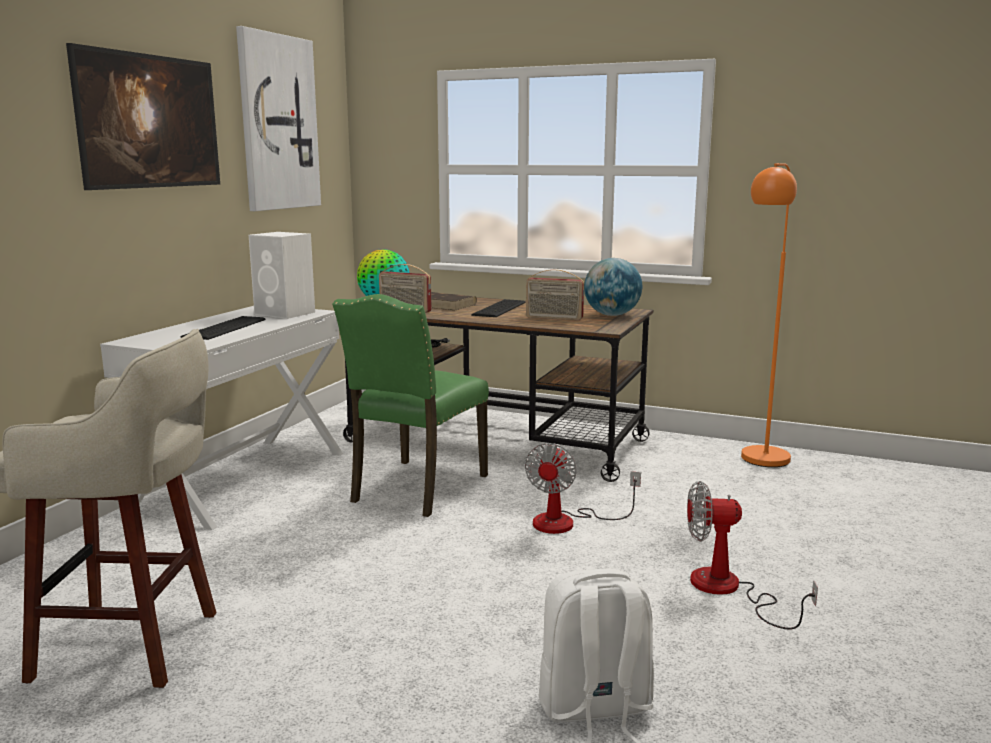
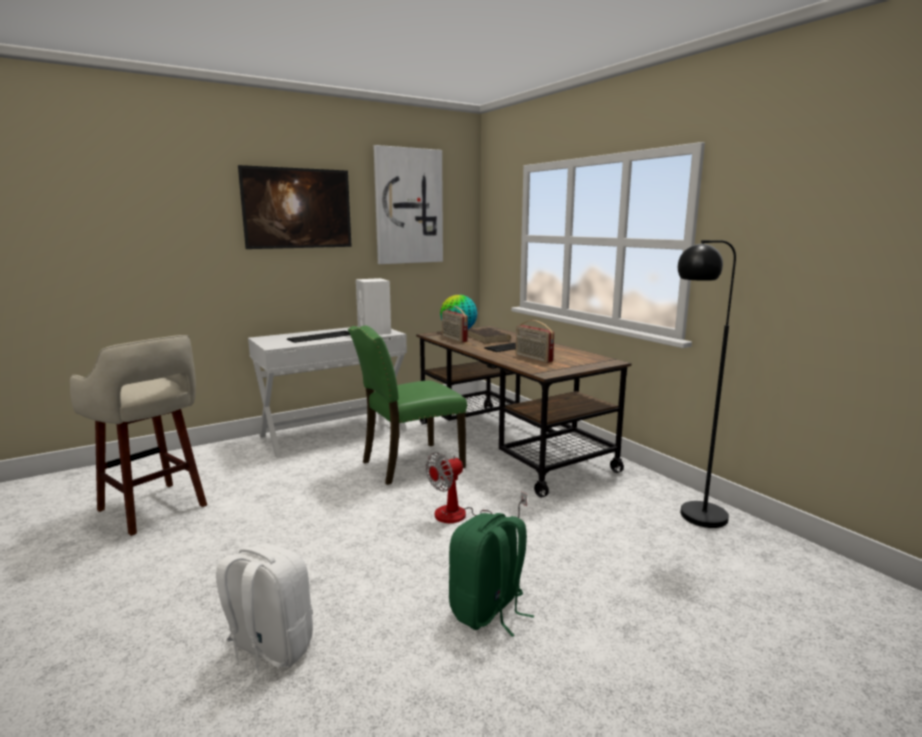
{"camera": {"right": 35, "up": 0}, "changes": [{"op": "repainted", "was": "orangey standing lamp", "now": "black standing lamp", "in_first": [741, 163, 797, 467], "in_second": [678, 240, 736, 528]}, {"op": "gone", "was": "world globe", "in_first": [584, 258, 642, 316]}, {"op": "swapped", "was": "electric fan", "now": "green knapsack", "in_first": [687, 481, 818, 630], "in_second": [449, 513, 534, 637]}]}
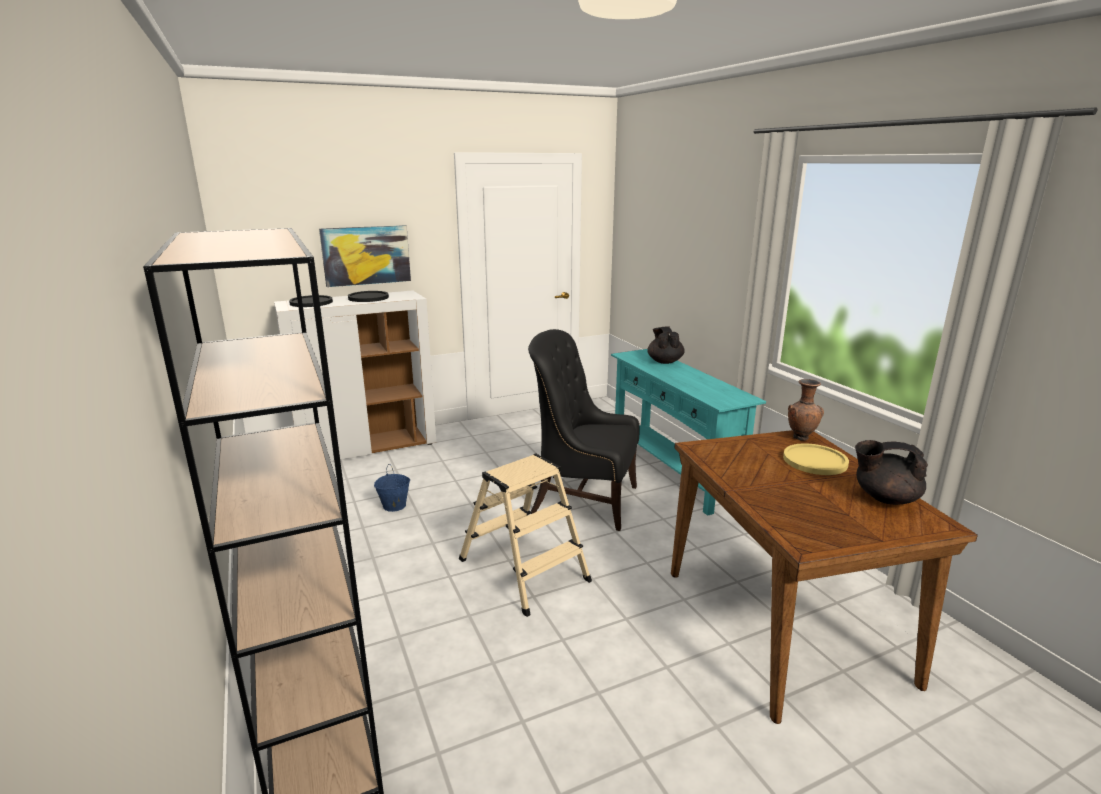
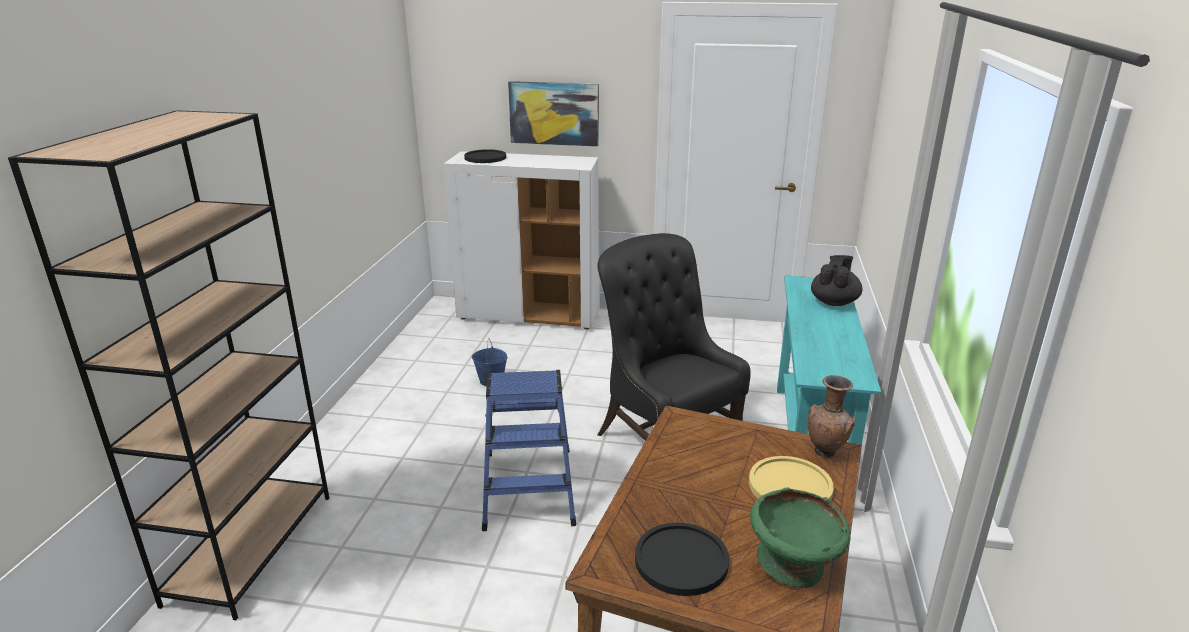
{"camera": {"right": 35, "up": 5}, "changes": [{"op": "shifted", "was": "black flat dish", "in_first": [348, 291, 389, 302], "in_second": [635, 523, 729, 596]}, {"op": "swapped", "was": "black pot for tea", "now": "green bowl", "in_first": [855, 440, 928, 505], "in_second": [750, 488, 850, 588]}, {"op": "repainted", "was": "sand-coloured stepladder", "now": "bluish stepladder", "in_first": [459, 453, 592, 617], "in_second": [482, 370, 576, 531]}]}
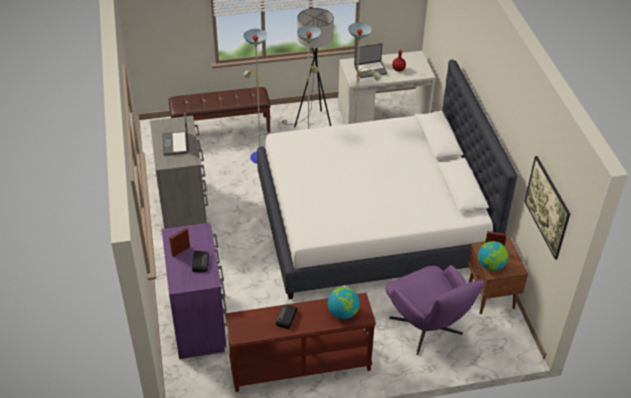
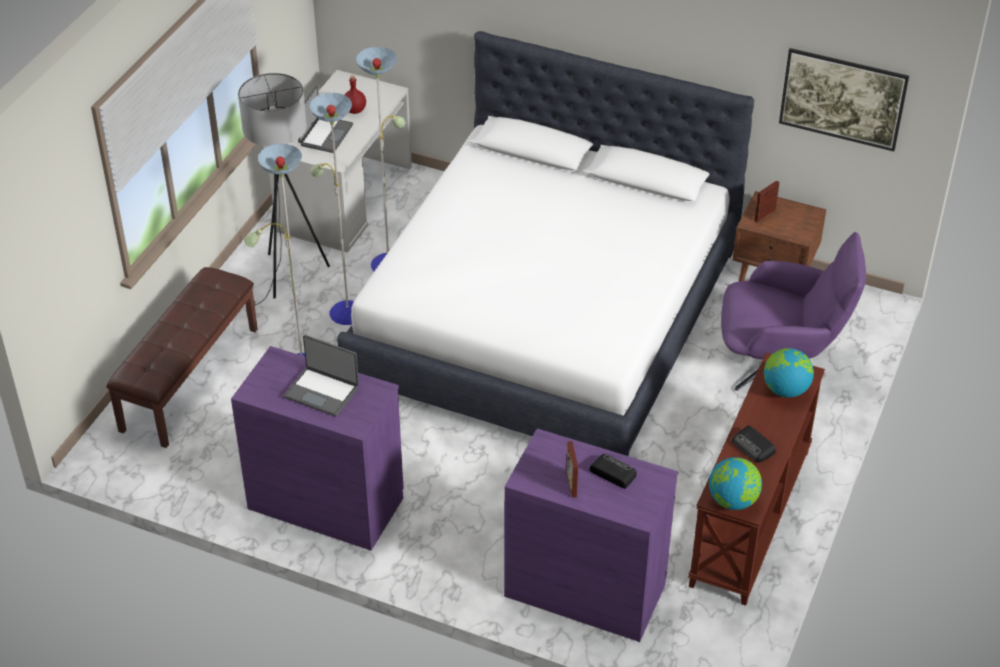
{"camera": {"right": -55, "up": 0}, "changes": [{"op": "repainted", "was": "grey dresser", "now": "purple-coloured dresser", "in_first": [150, 115, 208, 229], "in_second": [231, 346, 404, 551]}, {"op": "shifted", "was": "world globe", "in_first": [478, 241, 508, 271], "in_second": [709, 457, 762, 510]}]}
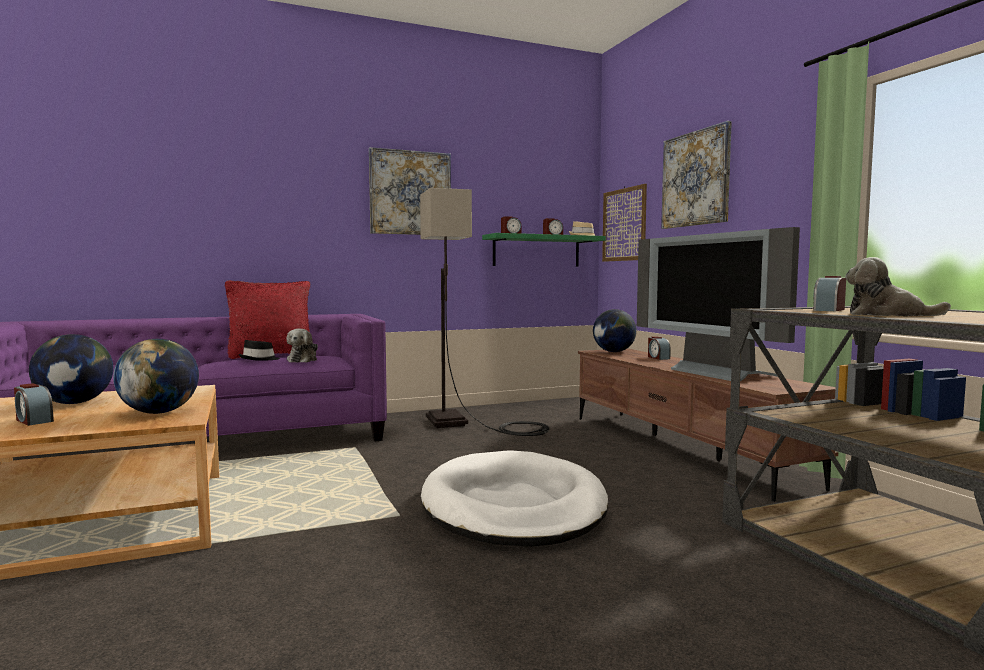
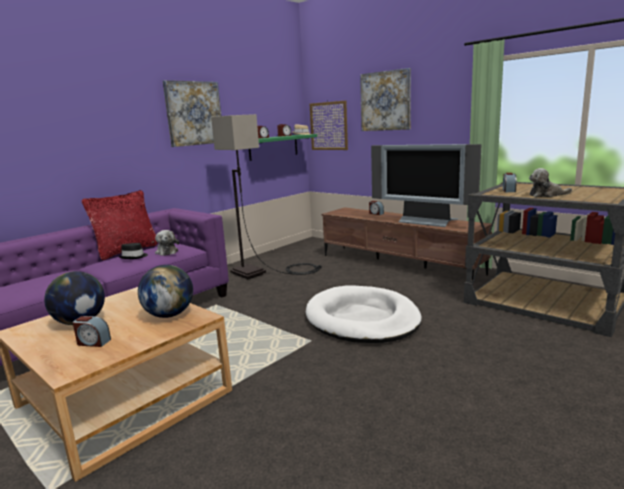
{"camera": {"right": -25, "up": 10}, "changes": [{"op": "gone", "was": "world globe", "in_first": [593, 309, 637, 352]}]}
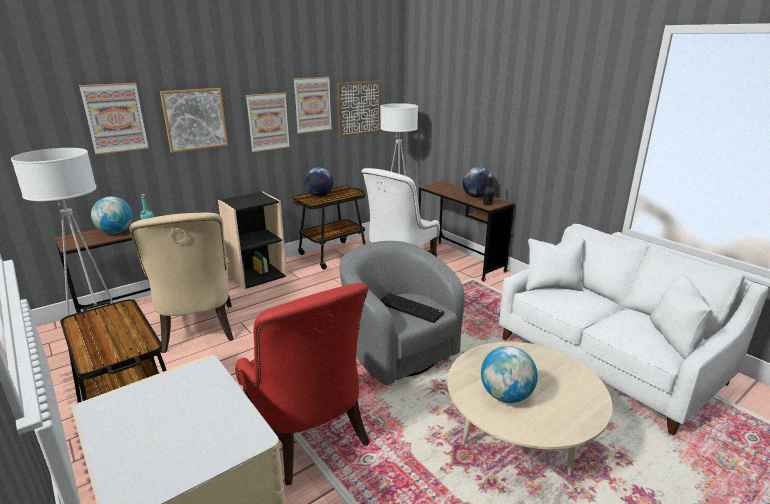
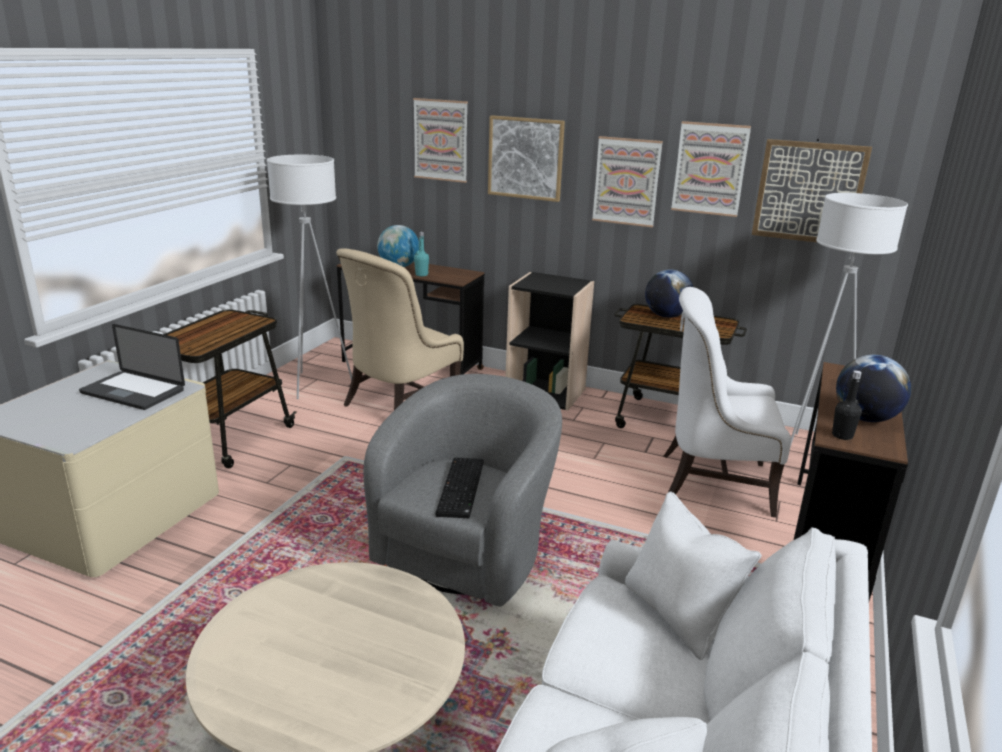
{"camera": {"right": 60, "up": 0}, "changes": [{"op": "gone", "was": "red-coloured upright chair", "in_first": [235, 283, 370, 485]}, {"op": "gone", "was": "world globe", "in_first": [481, 346, 538, 403]}, {"op": "new", "now": "notebook computer", "in_second": [79, 324, 185, 410]}]}
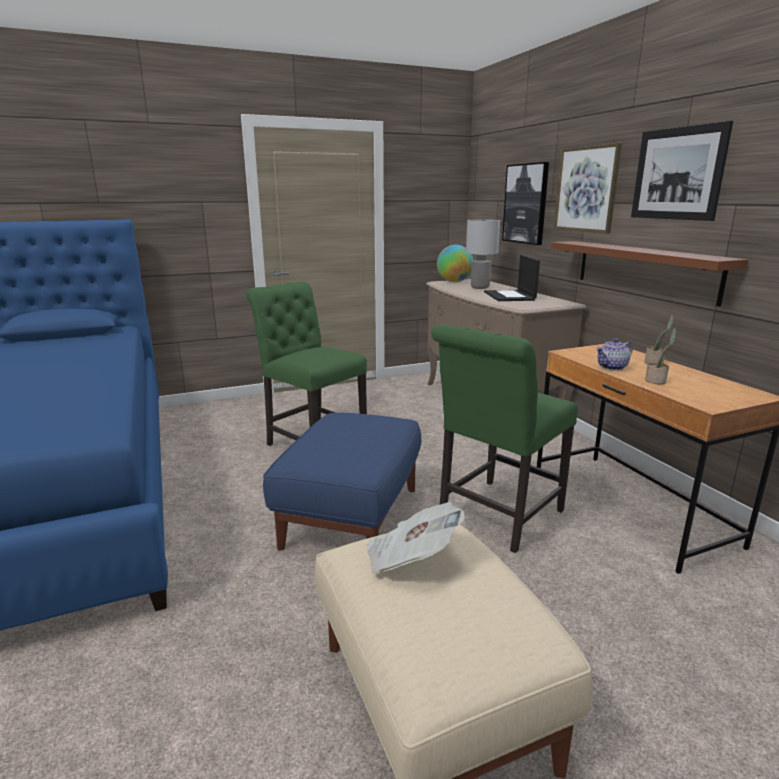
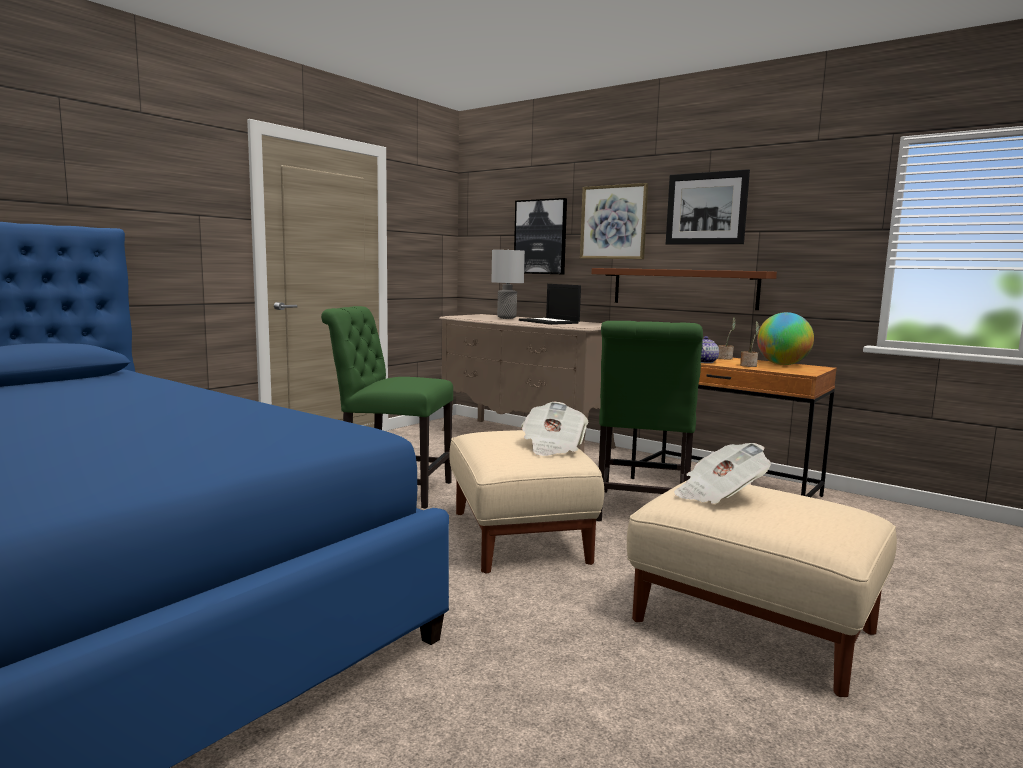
{"camera": {"right": -30, "up": -10}, "changes": [{"op": "shifted", "was": "world globe", "in_first": [437, 245, 474, 282], "in_second": [757, 312, 814, 365]}, {"op": "repainted", "was": "bluish footrest", "now": "sand-coloured footrest", "in_first": [263, 413, 421, 551], "in_second": [449, 430, 604, 574]}, {"op": "new", "now": "newspaper", "in_second": [521, 402, 588, 456]}]}
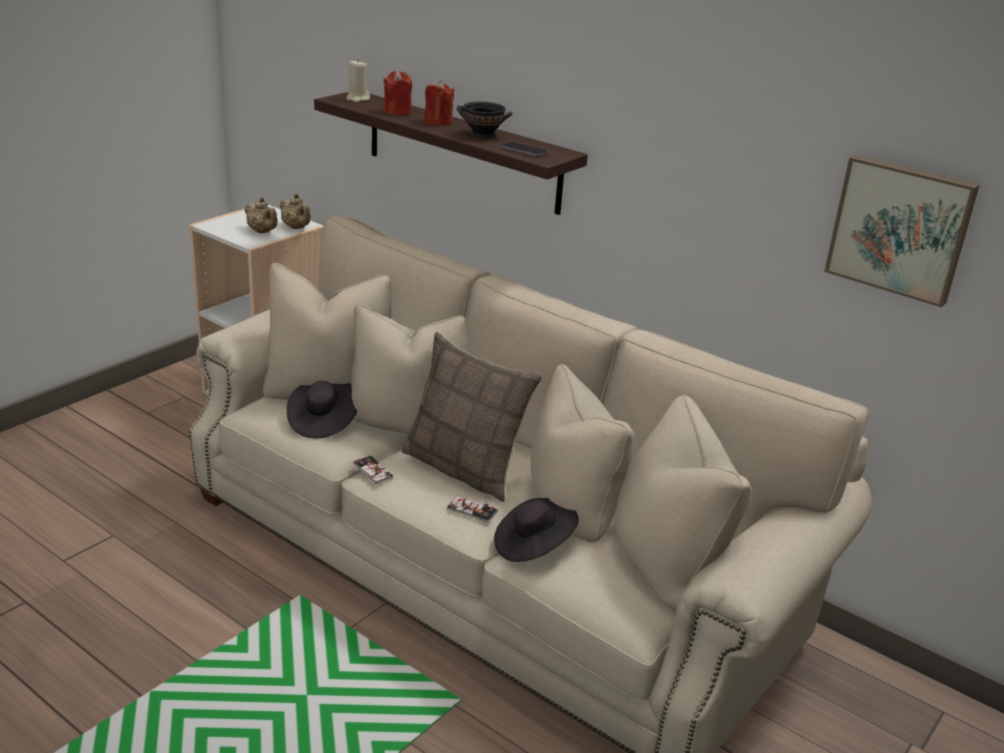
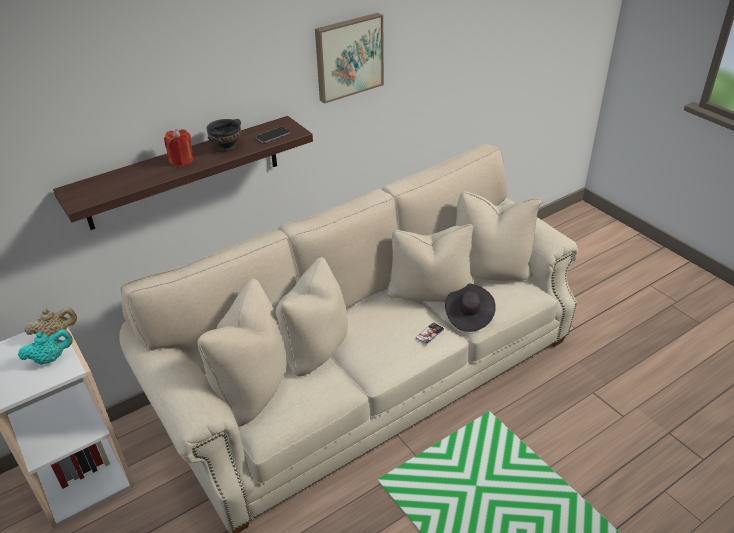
{"camera": {"right": -70, "up": 10}, "changes": [{"op": "gone", "was": "sand-coloured wax candle", "in_first": [346, 59, 370, 102]}, {"op": "gone", "was": "red-coloured wax candle", "in_first": [384, 70, 412, 115]}, {"op": "shifted", "was": "wall art", "in_first": [824, 155, 980, 307], "in_second": [315, 13, 384, 104]}, {"op": "repainted", "was": "sand-coloured pot for tea", "now": "turquoise pot for tea", "in_first": [244, 197, 278, 233], "in_second": [18, 329, 73, 365]}, {"op": "gone", "was": "pillow", "in_first": [402, 332, 542, 502]}, {"op": "gone", "was": "black wearable hat", "in_first": [287, 381, 357, 438]}, {"op": "gone", "was": "telephone", "in_first": [353, 456, 394, 484]}]}
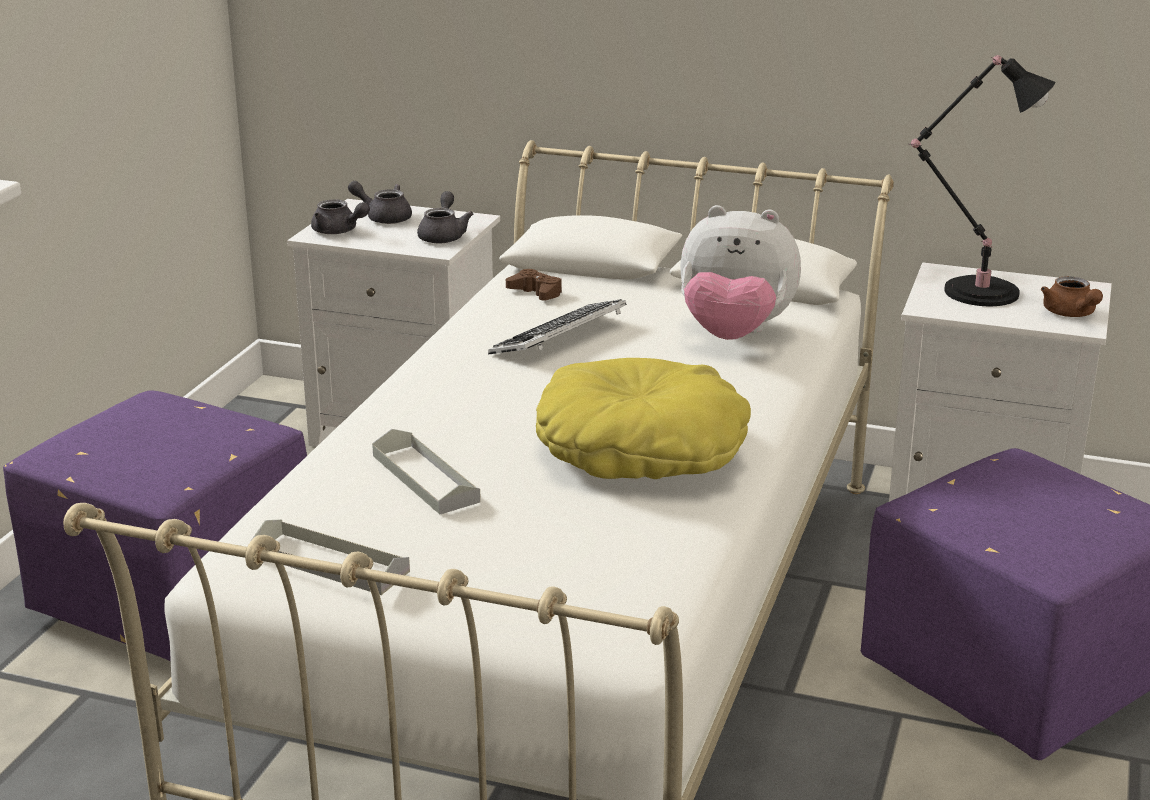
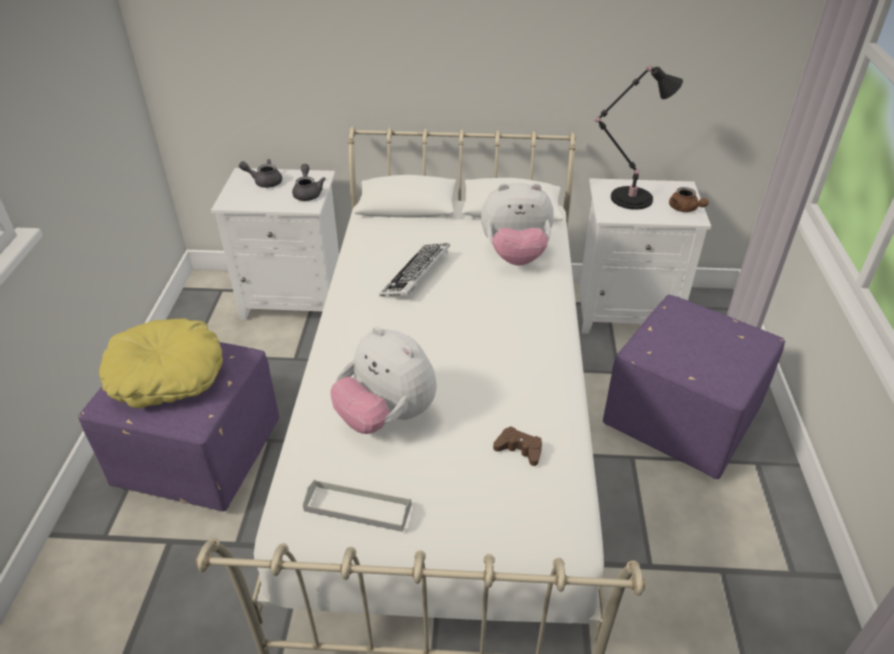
{"camera": {"right": -15, "up": 15}, "changes": [{"op": "gone", "was": "grey pot for tea", "in_first": [311, 199, 370, 234]}, {"op": "shifted", "was": "brown-coloured game controller", "in_first": [506, 269, 562, 301], "in_second": [493, 426, 542, 466]}, {"op": "shifted", "was": "yellowish pillow", "in_first": [536, 358, 751, 479], "in_second": [99, 319, 223, 408]}, {"op": "swapped", "was": "grey serving tray", "now": "plush toy", "in_first": [372, 429, 481, 515], "in_second": [330, 327, 437, 434]}]}
